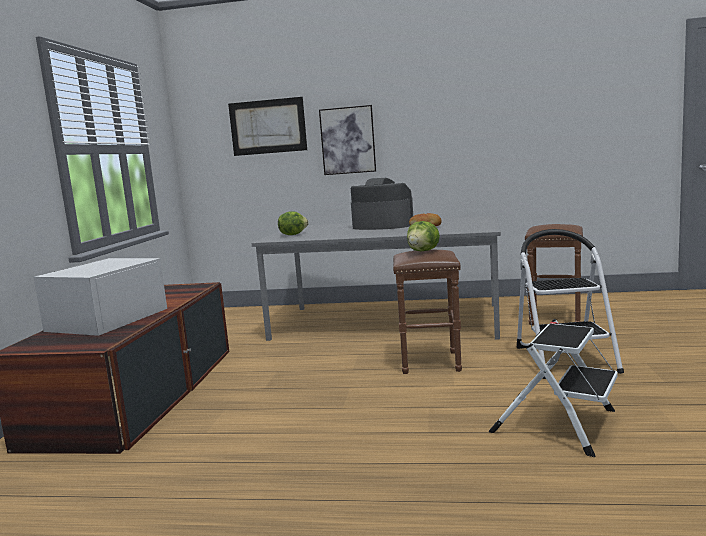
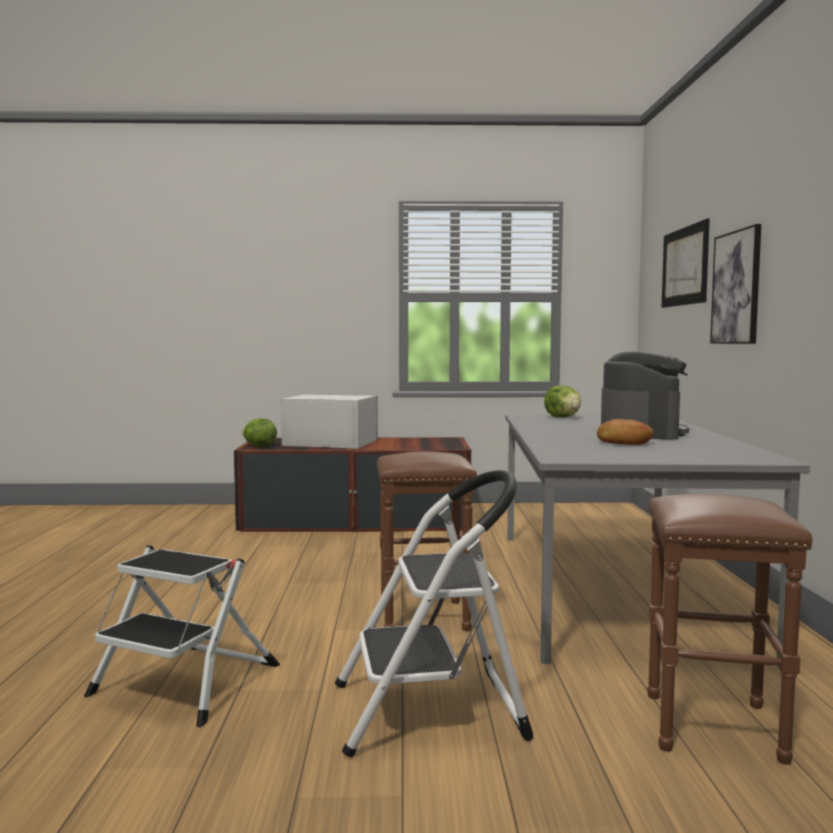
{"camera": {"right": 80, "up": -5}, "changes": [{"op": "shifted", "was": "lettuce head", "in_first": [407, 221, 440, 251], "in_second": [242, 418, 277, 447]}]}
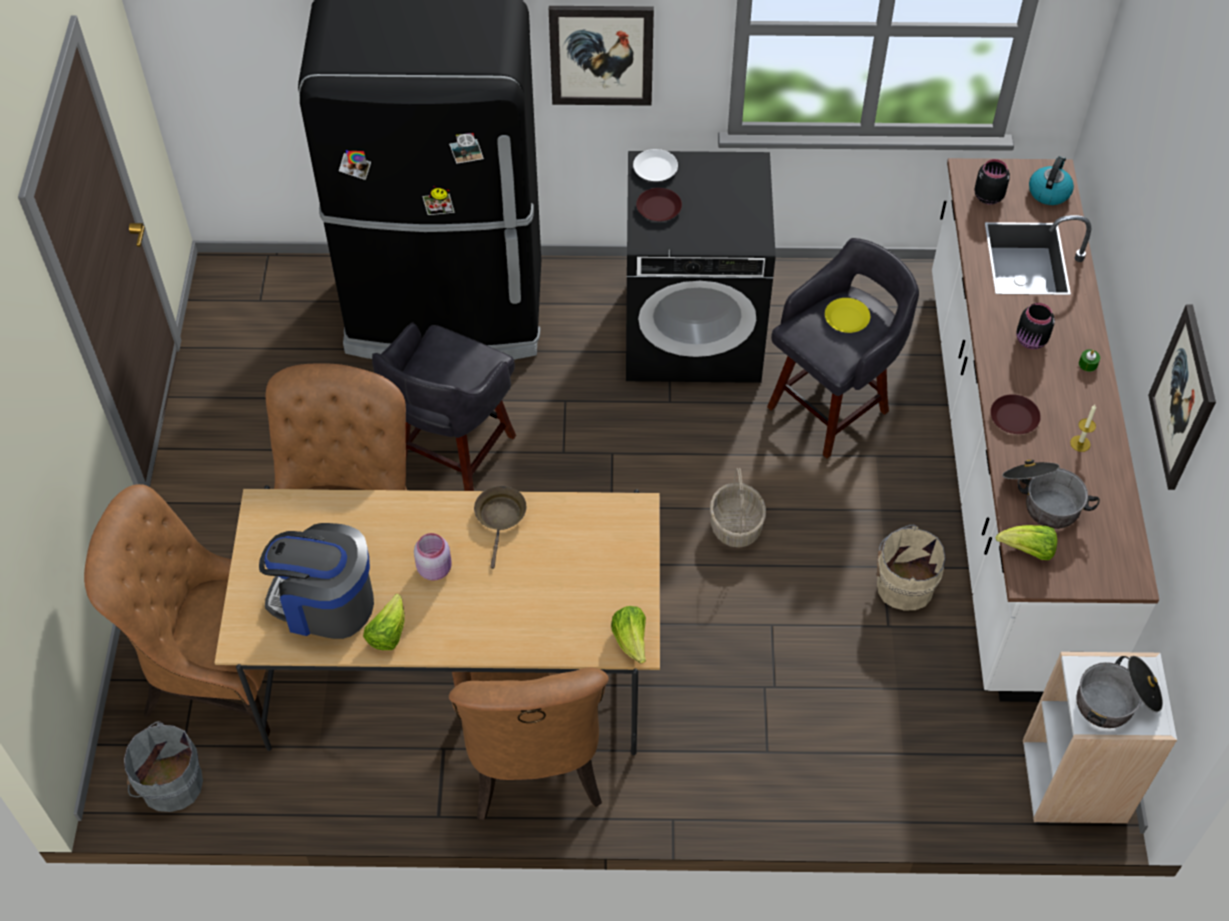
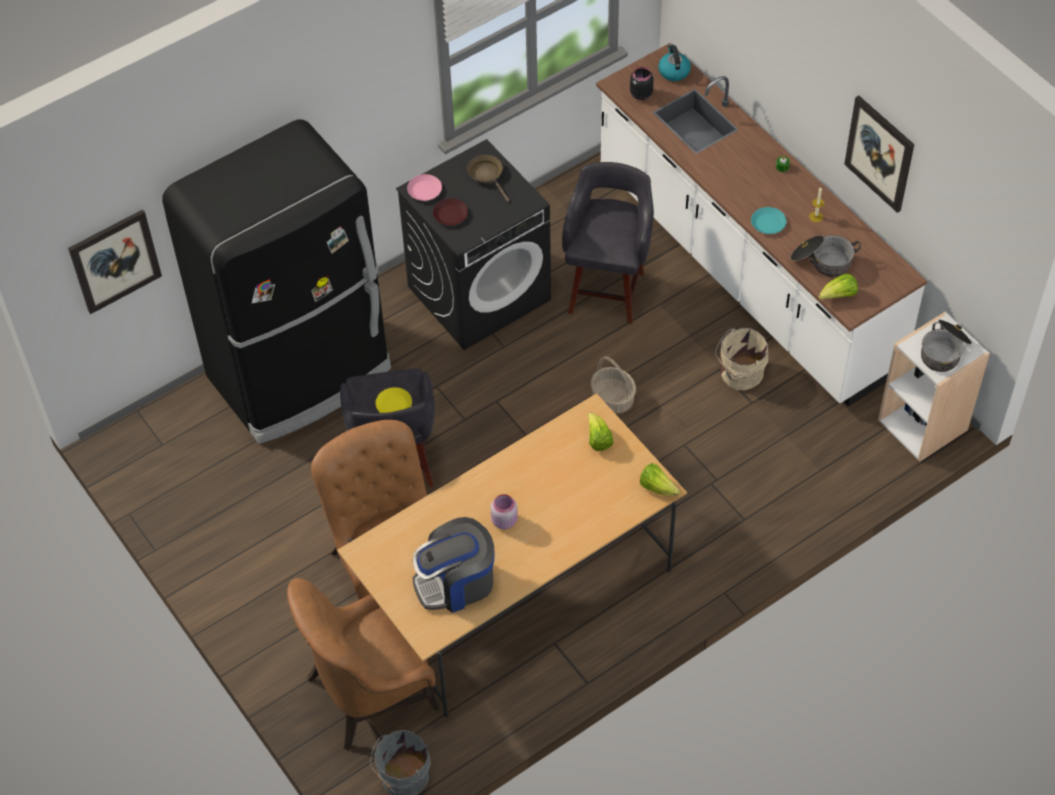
{"camera": {"right": -35, "up": 0}, "changes": [{"op": "shifted", "was": "wall art", "in_first": [549, 6, 654, 106], "in_second": [68, 209, 162, 314]}, {"op": "repainted", "was": "white flat dish", "now": "pink flat dish", "in_first": [633, 149, 678, 181], "in_second": [407, 174, 442, 201]}, {"op": "shifted", "was": "yellowish flat dish", "in_first": [825, 298, 870, 333], "in_second": [376, 387, 412, 413]}, {"op": "gone", "was": "black jar", "in_first": [1016, 303, 1055, 349]}, {"op": "repainted", "was": "brown-coloured flat dish", "now": "turquoise flat dish", "in_first": [990, 394, 1041, 434], "in_second": [751, 207, 787, 234]}, {"op": "shifted", "was": "brown-coloured frying pan", "in_first": [474, 486, 526, 569], "in_second": [467, 155, 510, 202]}, {"op": "shifted", "was": "lettuce head", "in_first": [363, 594, 405, 650], "in_second": [588, 412, 614, 451]}, {"op": "gone", "was": "brown-coloured upright chair", "in_first": [449, 667, 609, 820]}]}
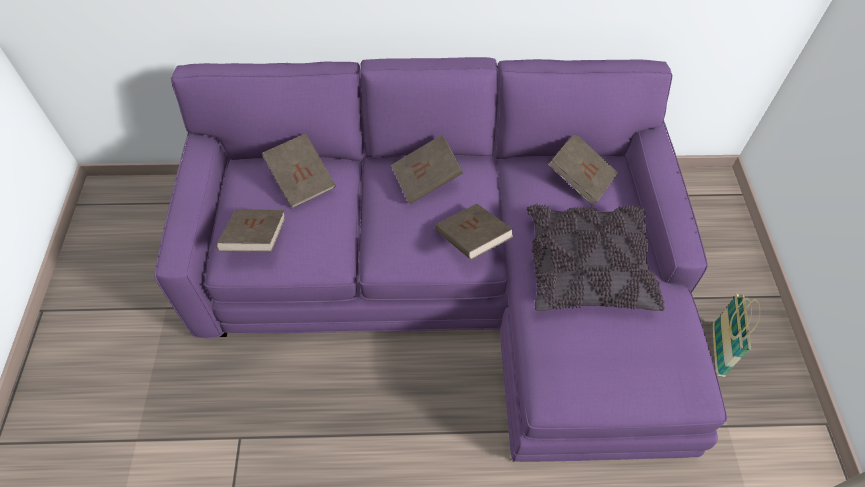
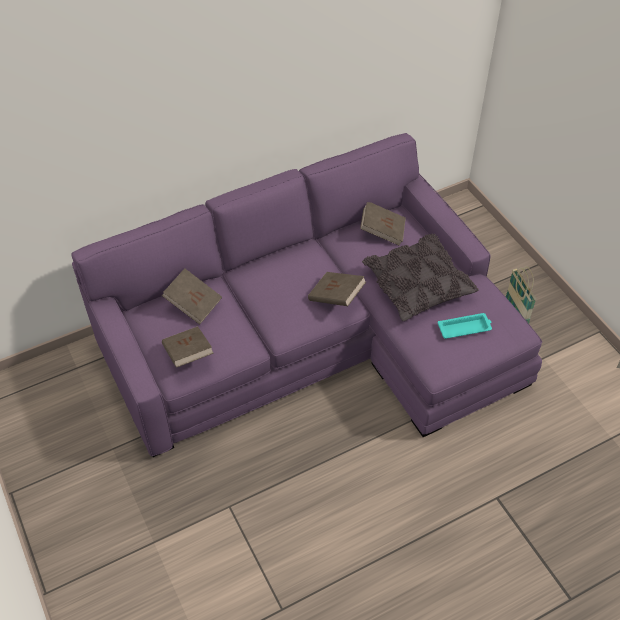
{"camera": {"right": -25, "up": -5}, "changes": [{"op": "gone", "was": "brown-coloured bound book", "in_first": [391, 134, 463, 204]}, {"op": "new", "now": "turquoise serving tray", "in_second": [438, 313, 492, 339]}]}
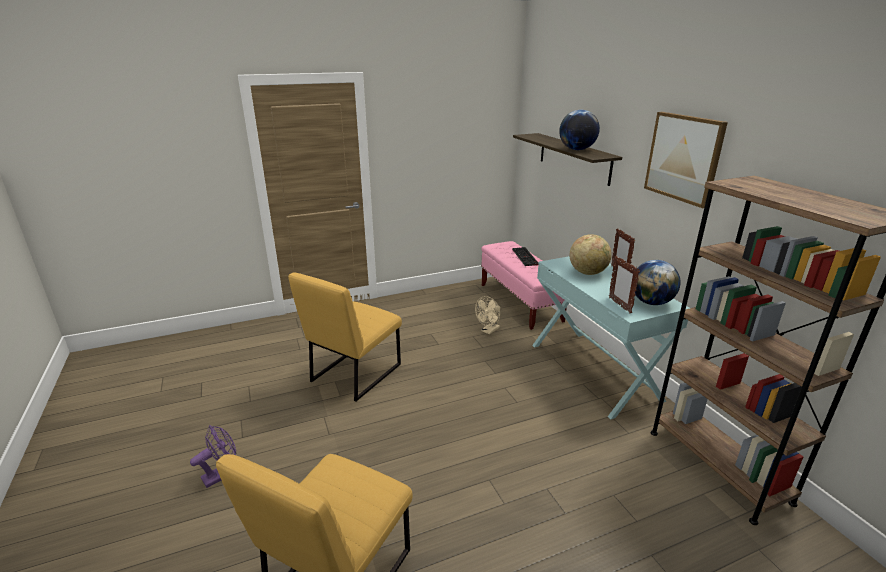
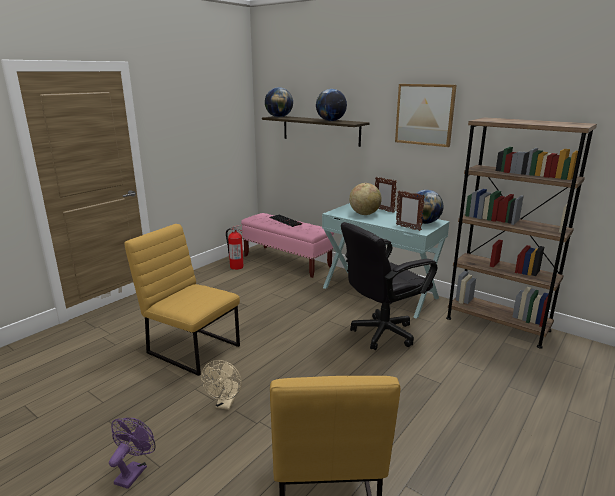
{"camera": {"right": -30, "up": -5}, "changes": [{"op": "rotated", "was": "yellowish upright chair", "in_first": [288, 272, 402, 401], "in_second": [124, 224, 240, 376], "clockwise": 120}, {"op": "shifted", "was": "sand-coloured electric fan", "in_first": [475, 296, 500, 335], "in_second": [201, 360, 242, 410]}, {"op": "new", "now": "world globe", "in_second": [265, 87, 293, 117]}, {"op": "new", "now": "black office chair", "in_second": [341, 222, 437, 350]}, {"op": "new", "now": "extinguisher", "in_second": [226, 225, 244, 270]}]}
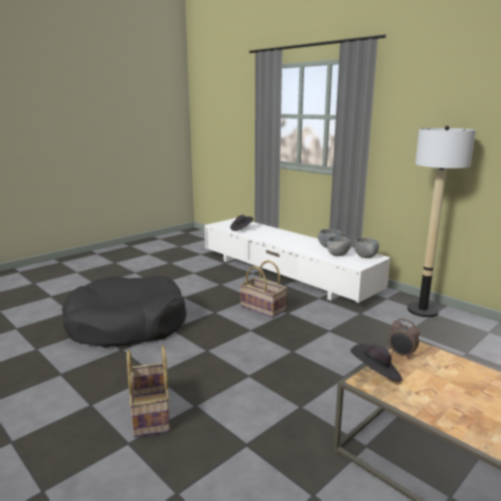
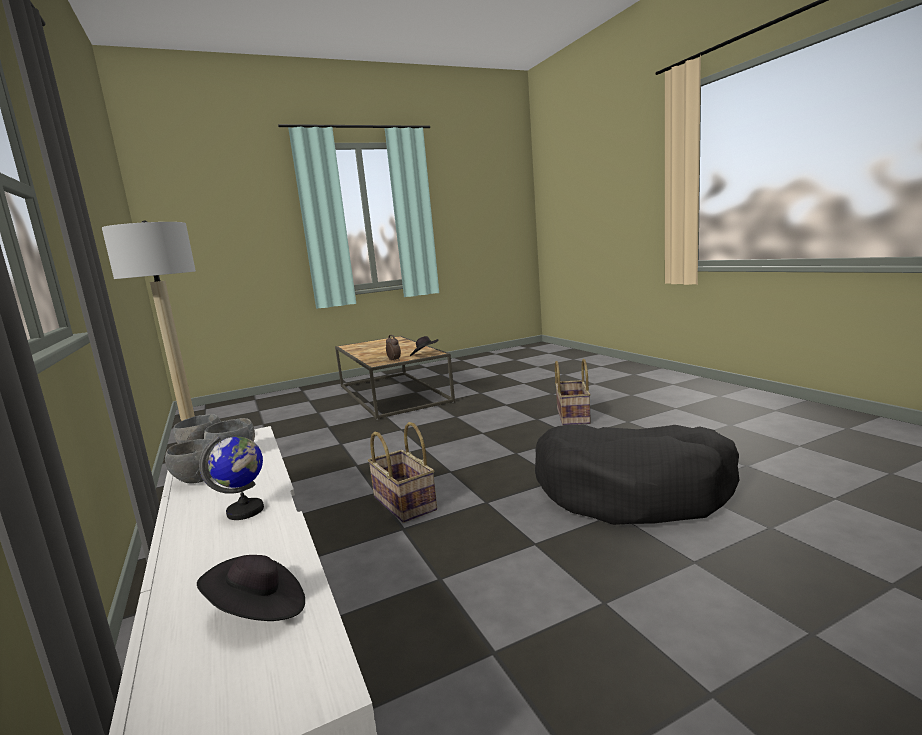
{"camera": {"right": -160, "up": -5}, "changes": [{"op": "new", "now": "world globe", "in_second": [199, 435, 264, 520]}]}
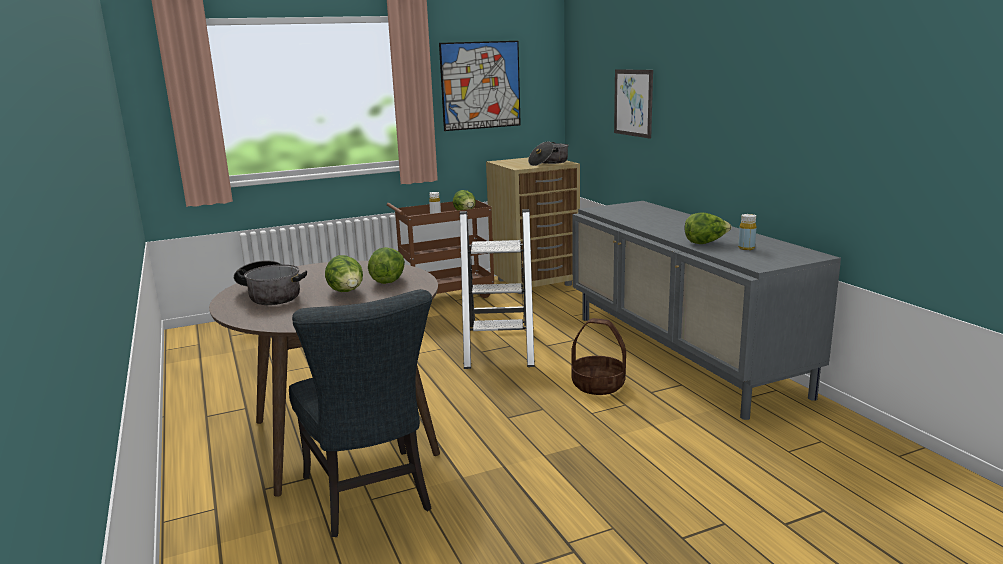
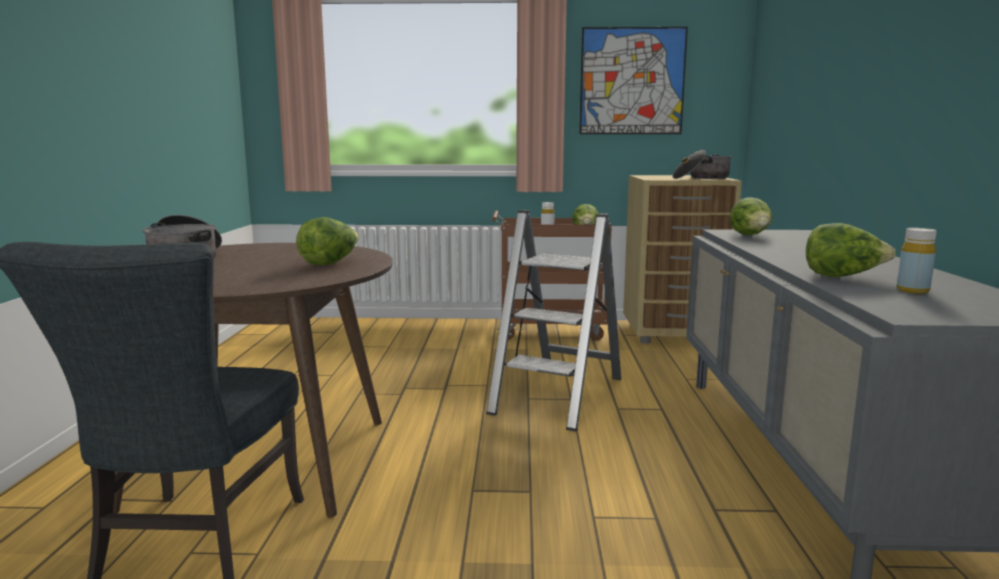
{"camera": {"right": 25, "up": -5}, "changes": [{"op": "gone", "was": "wall art", "in_first": [614, 69, 653, 138]}, {"op": "shifted", "was": "lettuce head", "in_first": [325, 255, 363, 292], "in_second": [730, 197, 772, 235]}, {"op": "gone", "was": "household basket", "in_first": [571, 318, 626, 395]}]}
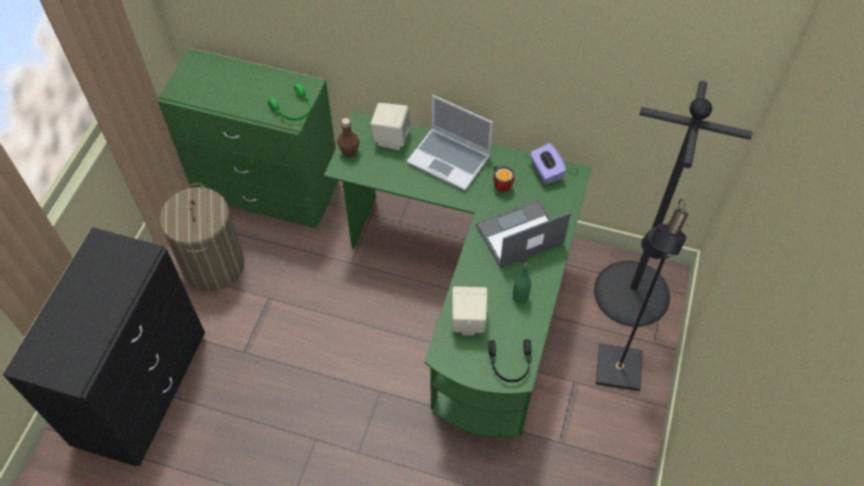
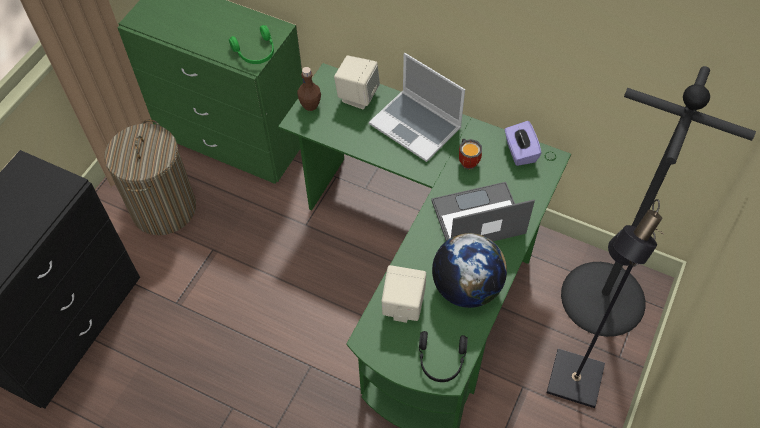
{"camera": {"right": 10, "up": 0}, "changes": [{"op": "swapped", "was": "green beverage bottle", "now": "world globe", "in_first": [513, 263, 531, 304], "in_second": [432, 233, 507, 308]}]}
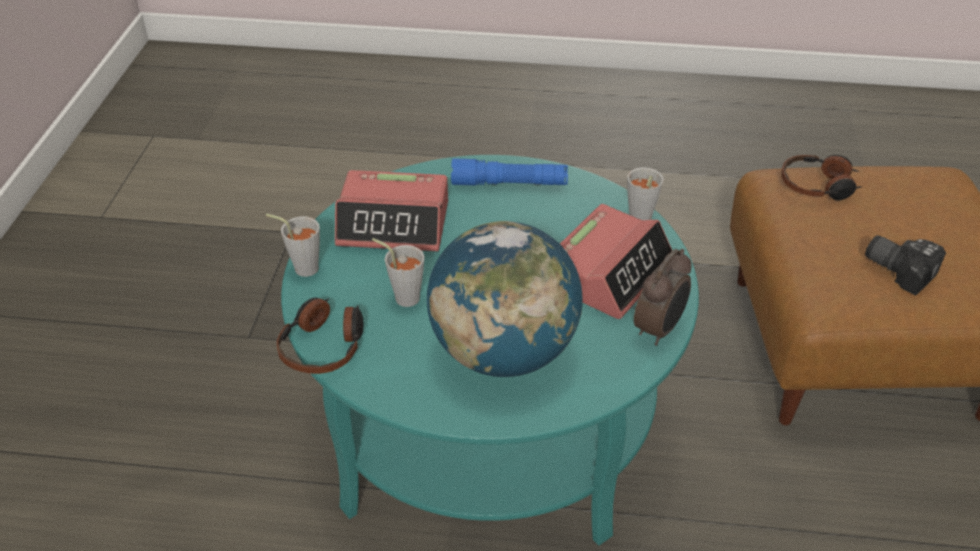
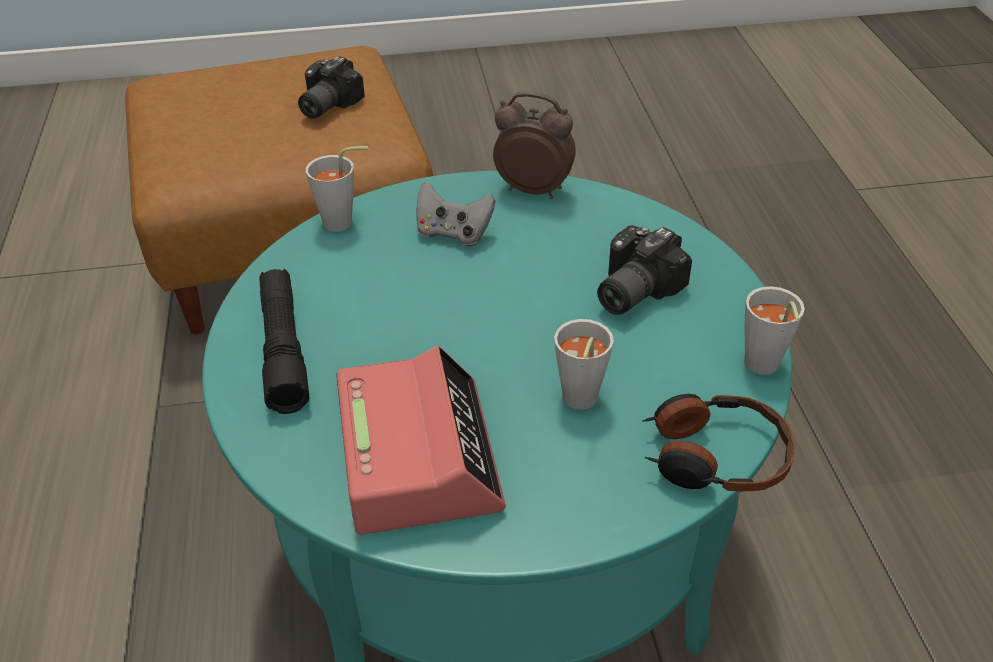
{"camera": {"right": -105, "up": 0}, "changes": [{"op": "gone", "was": "headset", "in_first": [781, 155, 862, 200]}, {"op": "repainted", "was": "bluish torch", "now": "black torch", "in_first": [451, 159, 568, 185], "in_second": [260, 269, 309, 414]}, {"op": "swapped", "was": "table clock", "now": "grey game controller", "in_first": [560, 204, 672, 319], "in_second": [416, 182, 495, 246]}, {"op": "shifted", "was": "grey cup", "in_first": [266, 214, 320, 277], "in_second": [744, 286, 805, 375]}, {"op": "swapped", "was": "world globe", "now": "still camera", "in_first": [427, 221, 582, 377], "in_second": [597, 225, 692, 315]}]}
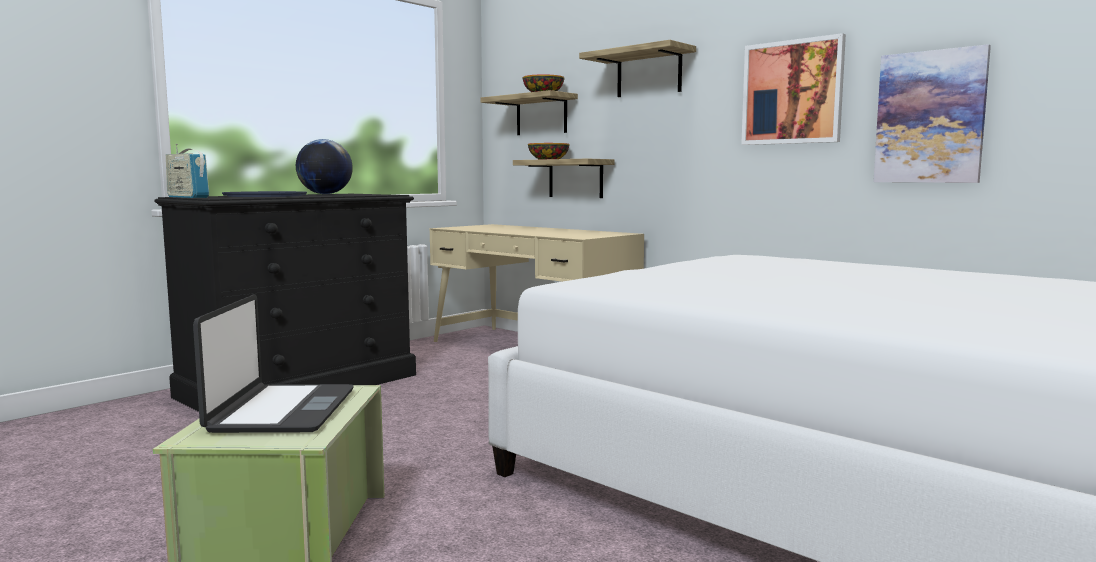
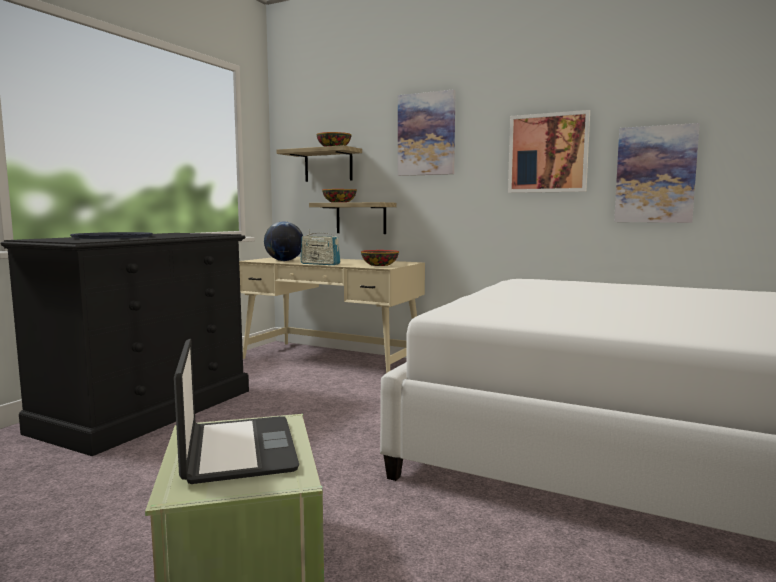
{"camera": {"right": -15, "up": 0}, "changes": [{"op": "swapped", "was": "bracket shelf", "now": "wall art", "in_first": [579, 40, 696, 97], "in_second": [398, 89, 456, 176]}, {"op": "shifted", "was": "world globe", "in_first": [296, 139, 353, 194], "in_second": [264, 221, 303, 261]}, {"op": "shifted", "was": "radio receiver", "in_first": [166, 144, 209, 198], "in_second": [301, 229, 340, 265]}, {"op": "new", "now": "bowl", "in_second": [361, 250, 399, 266]}]}
